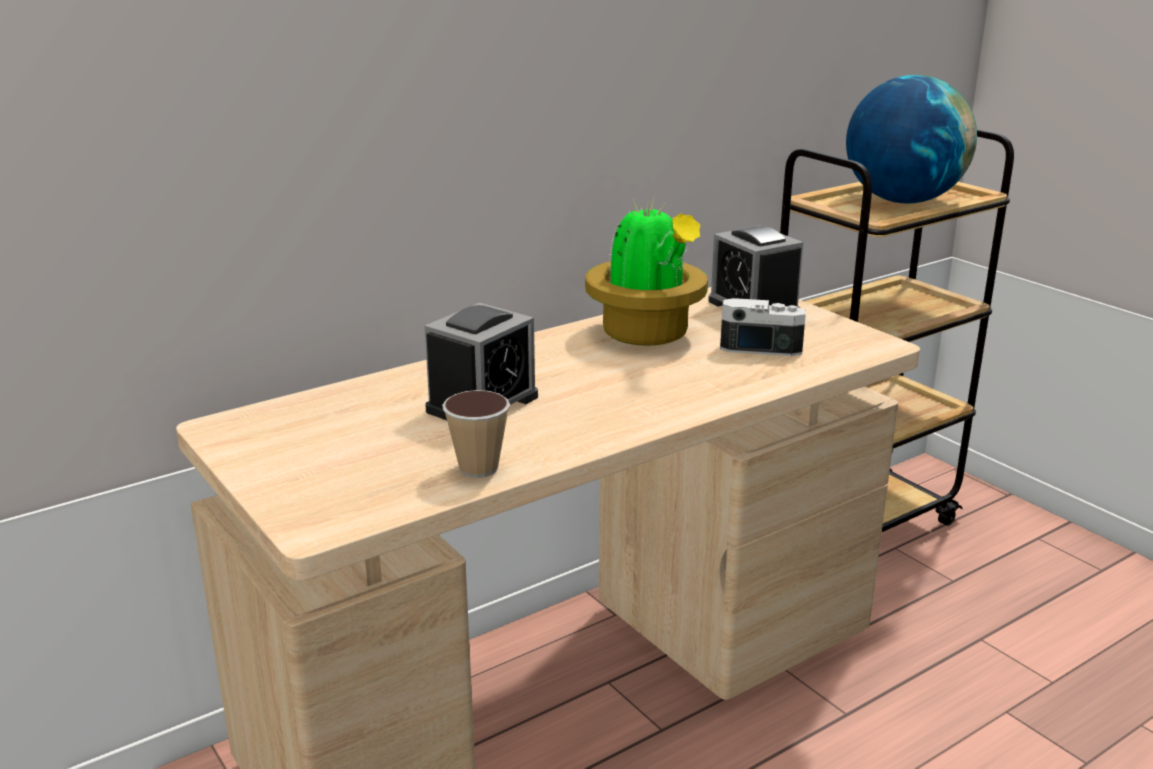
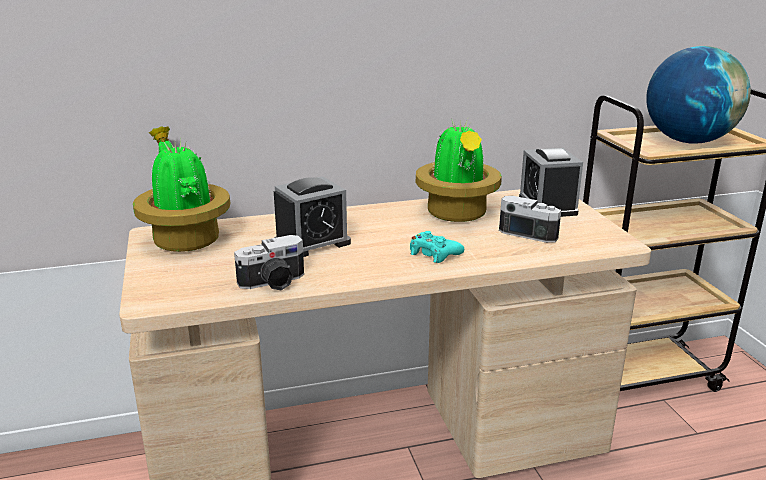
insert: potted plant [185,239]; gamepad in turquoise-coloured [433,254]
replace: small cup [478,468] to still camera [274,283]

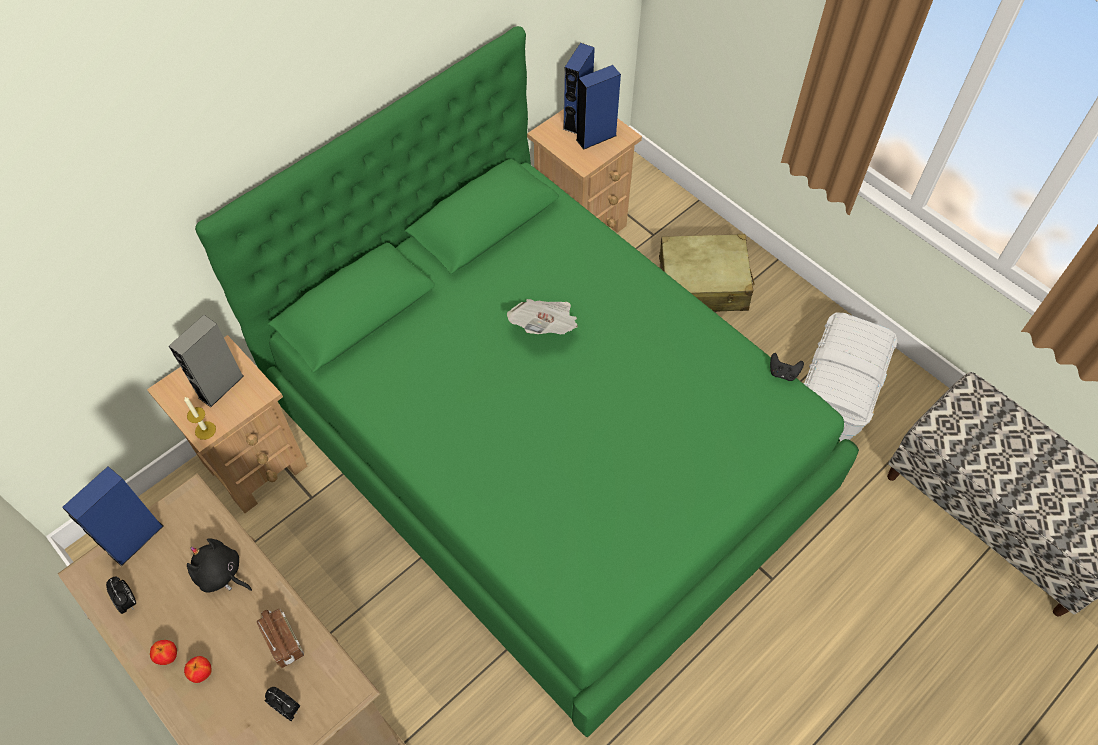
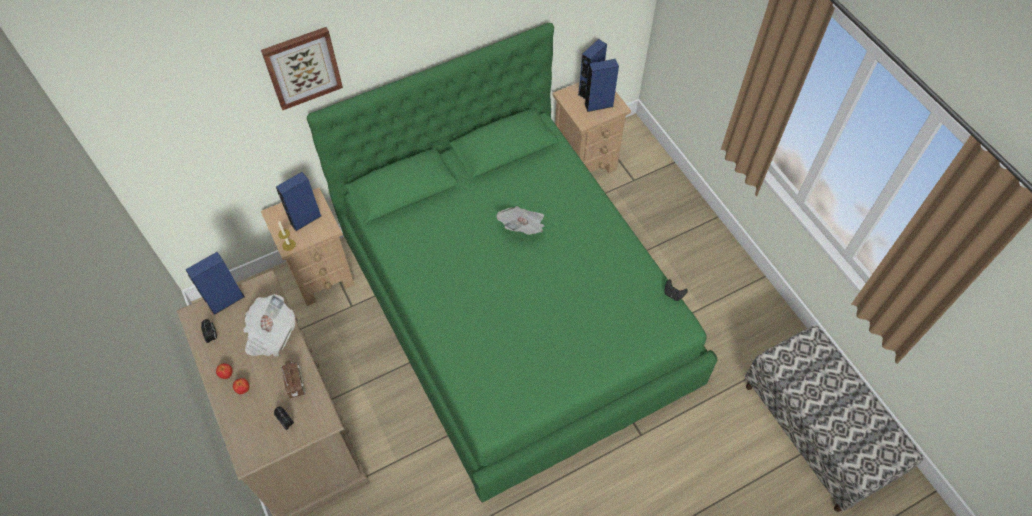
delete: travel case in beige-coloured [703,284]; storage container in white [836,391]
insert: picture [302,67]
replace: plush toy in black-coloured [221,574] to newspaper [270,334]
recolor: audio speaker in gray [221,386] to audio speaker in blue [305,219]

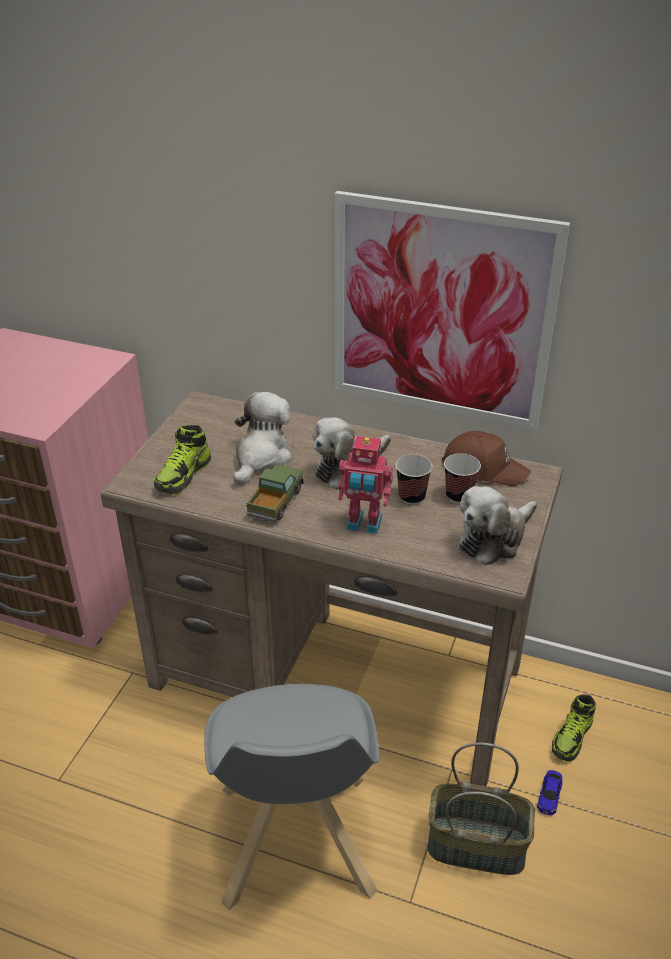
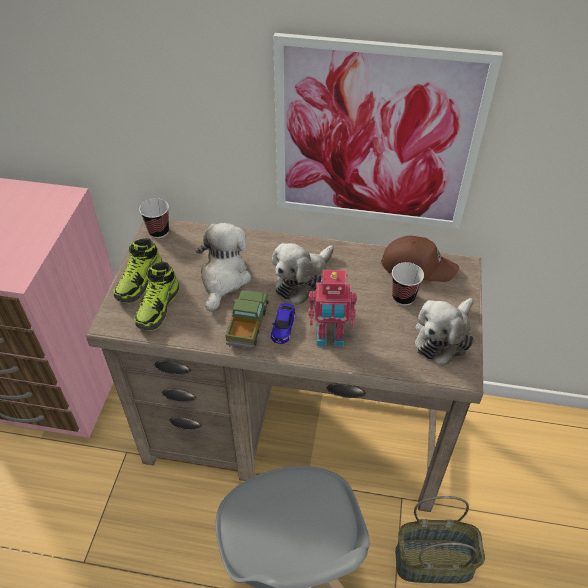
move: small cup [412,497] to [159,231]; miniature car [549,796] to [283,327]; low shoe [572,738] to [139,282]

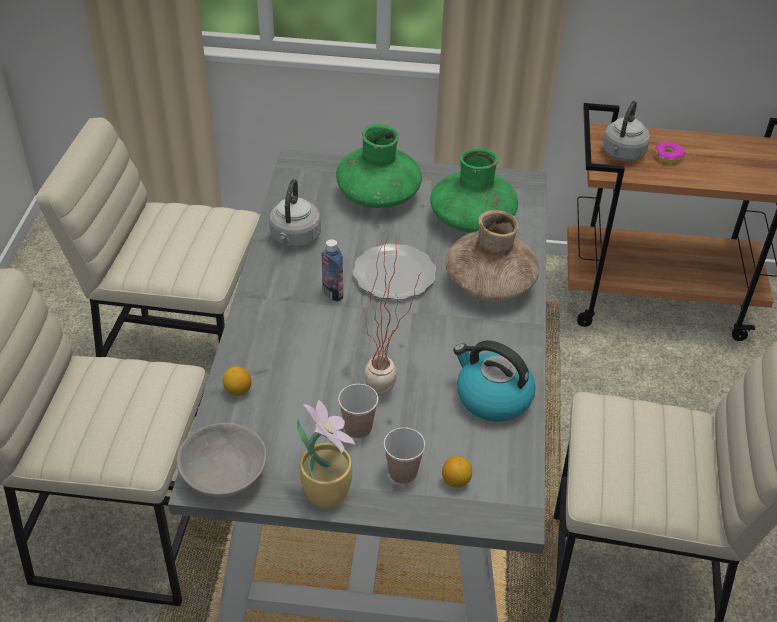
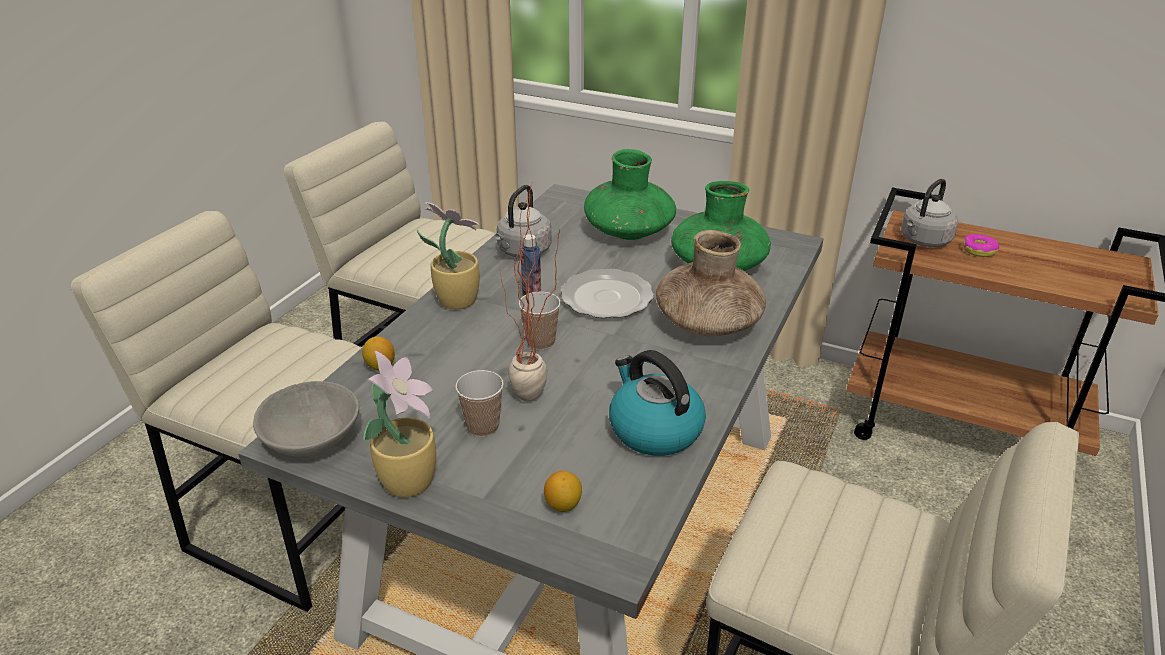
insert: potted plant [456,300]
move: small cup [403,473] to [540,342]

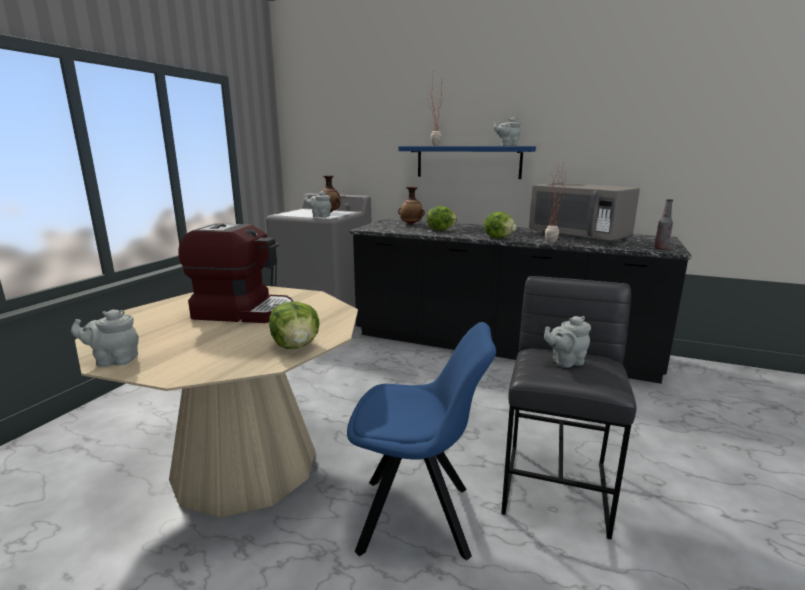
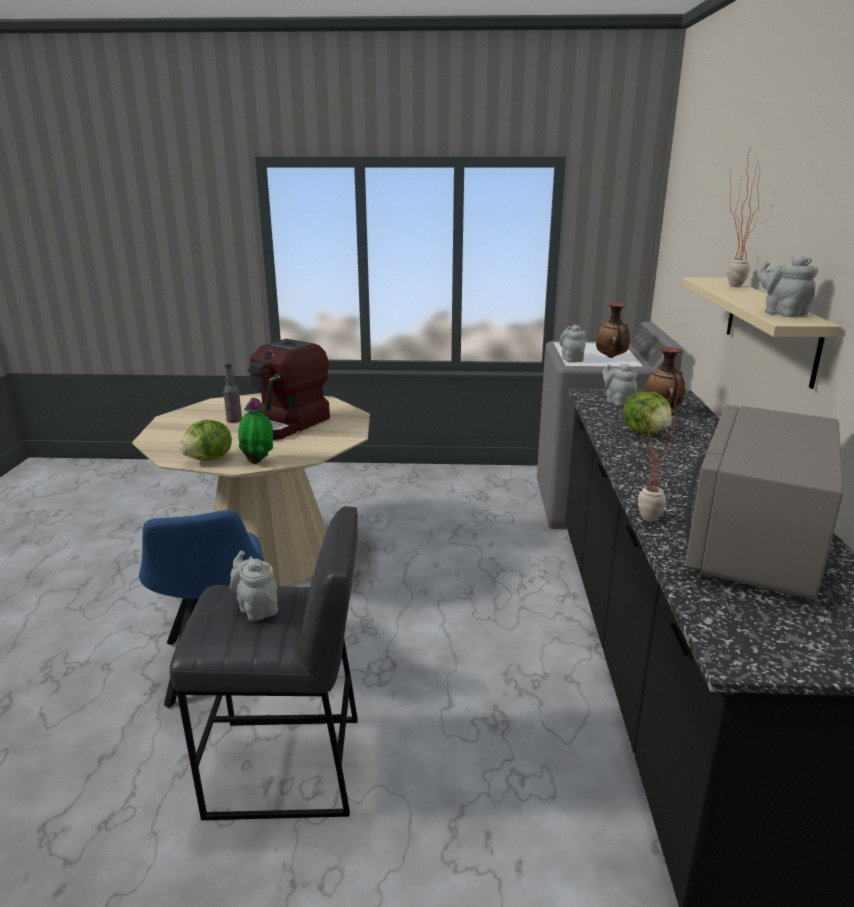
delete: lettuce head [499,238]
insert: potted plant [258,462]
move: teapot in gray [114,360] to [617,401]; bottle [661,248] to [234,421]
recolor: shelf in blue [468,162] to shelf in beige-coloured [770,328]
rotate: coffee brewer [244,312] = [286,425] 45 degrees clockwise

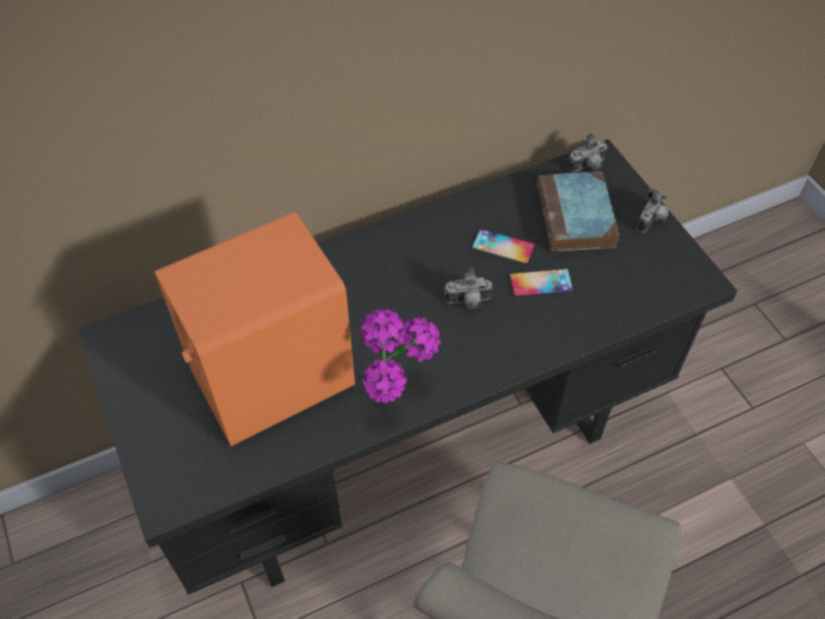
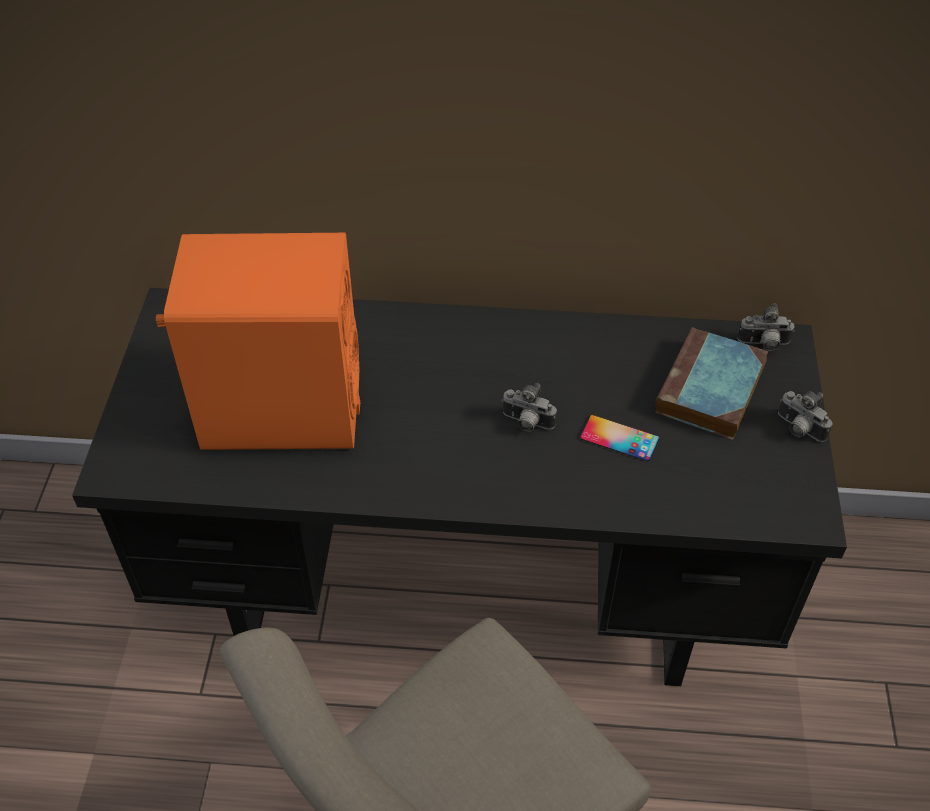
delete: potted plant [399,401]; telephone [503,247]
rotate: still camera [652,220] = [798,429] 75 degrees clockwise

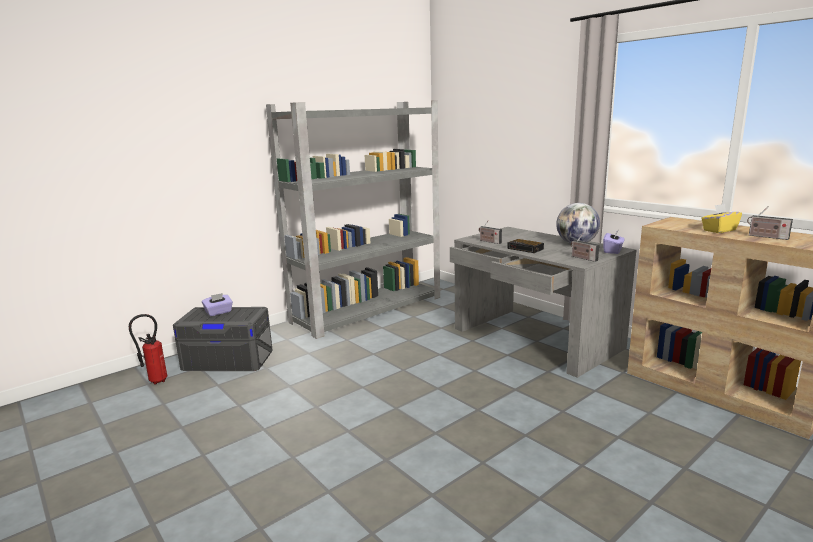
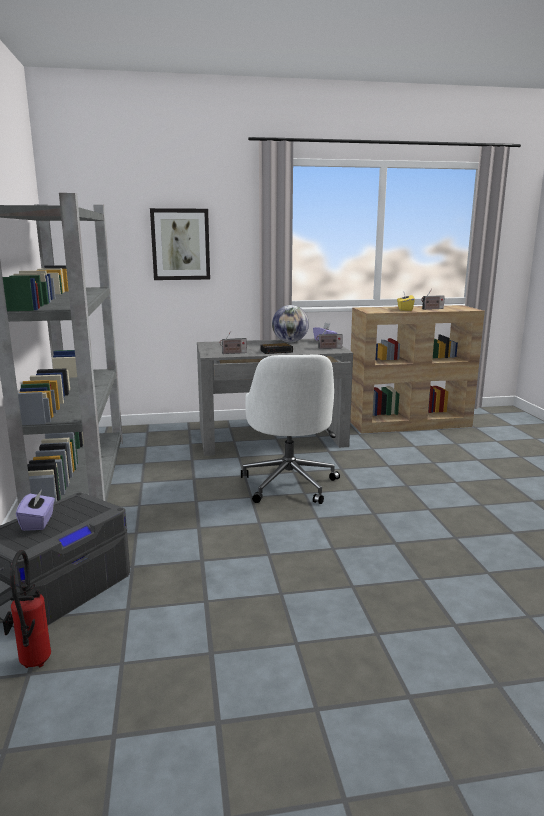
insert: picture [180,244]; computer chair in white [289,485]

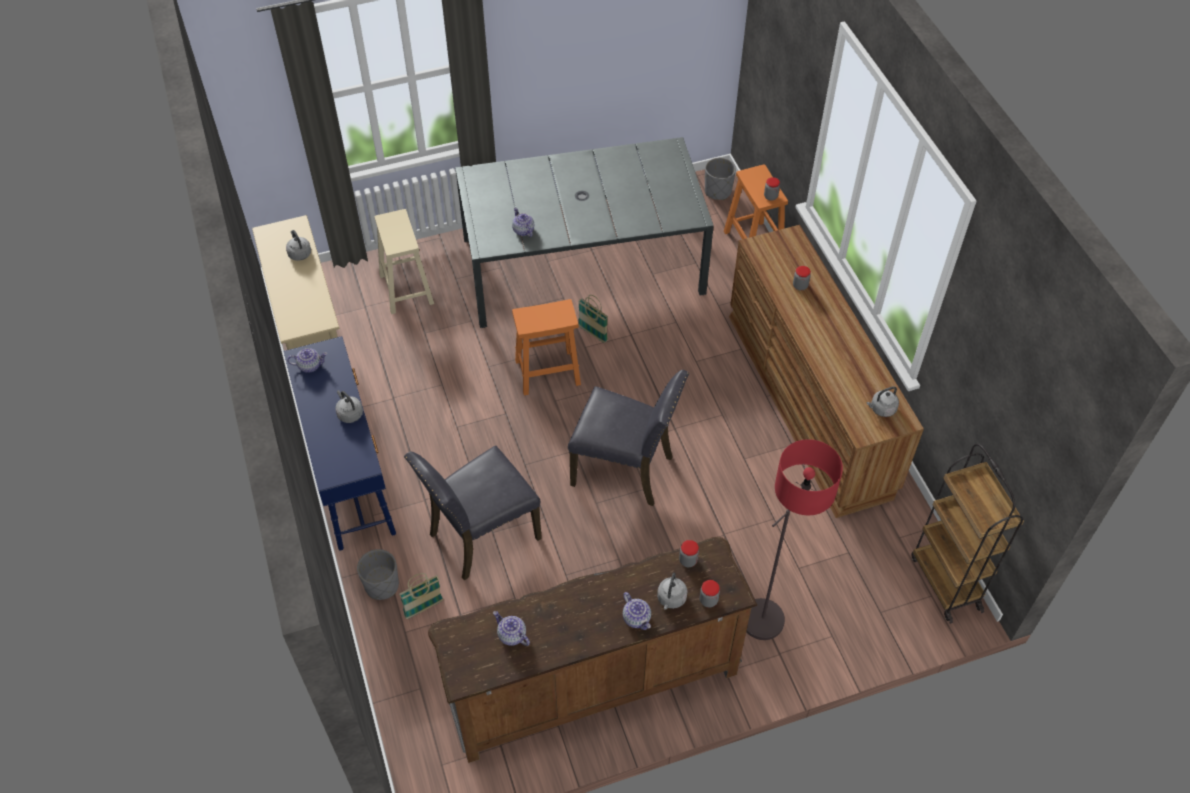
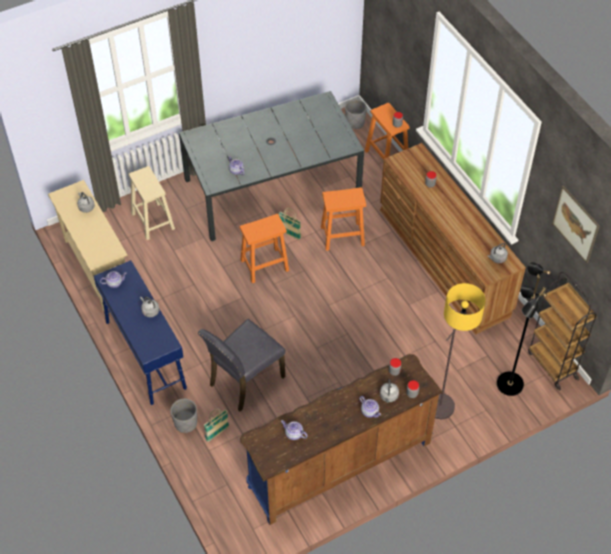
delete: upright chair in gray [625,469]
insert: sitting stool in orangey [341,236]; standing lamp in black-coloured [508,384]; picture [575,224]
recolor: cabinet in gray [592,682] to cabinet in blue [338,463]; standing lamp in red-coloured [771,611] to standing lamp in yellow-coloured [444,400]

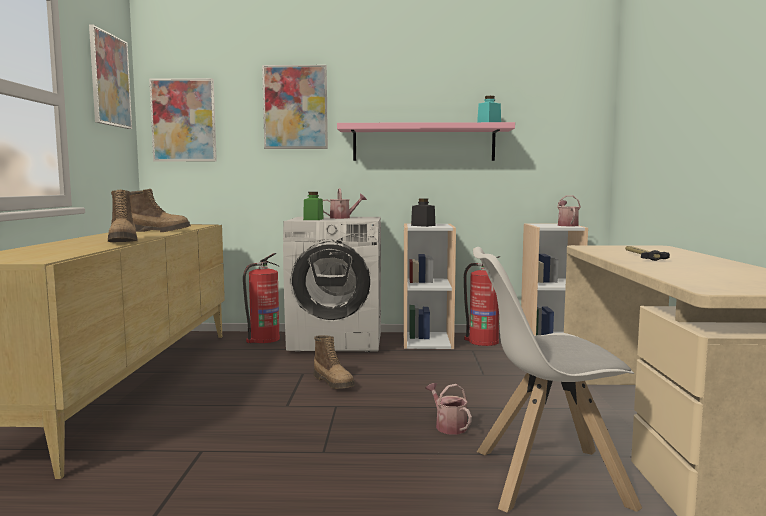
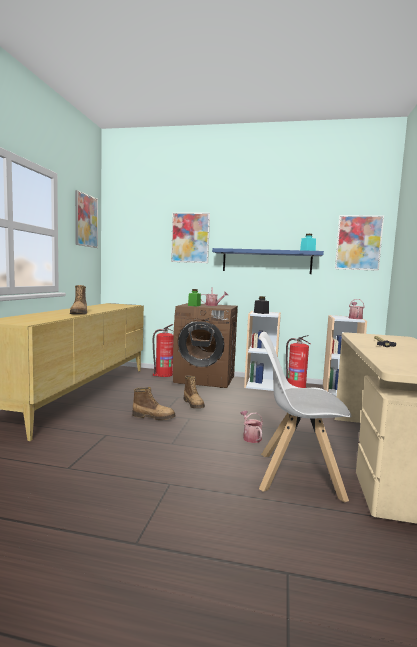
move: high-top boot [159,231] to [154,417]; picture [183,120] to [358,243]
recolor: laundry appliance in white [336,343] to laundry appliance in brown [205,380]; shelf in pink [423,143] to shelf in blue [266,261]

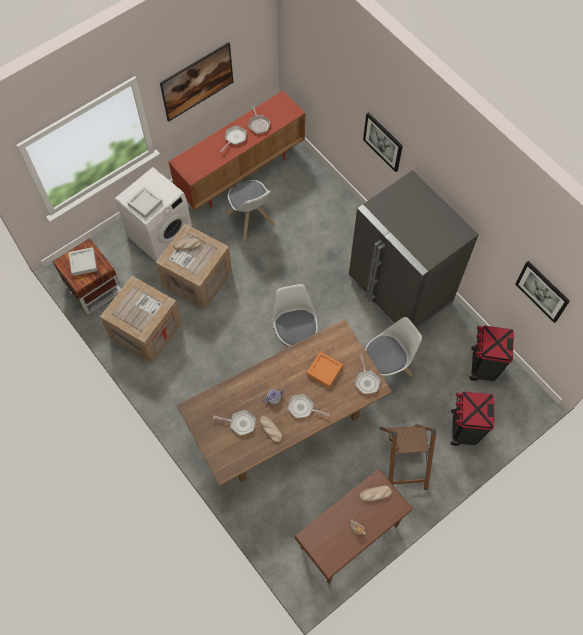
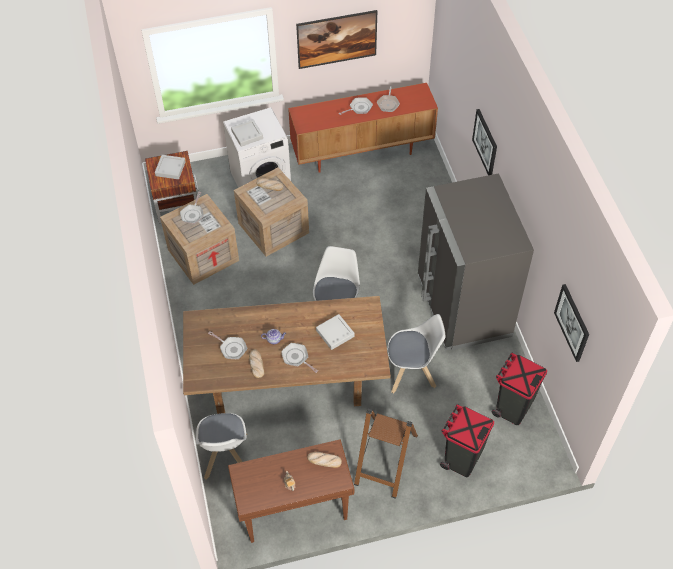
move: upright chair [251,219] to [225,457]; pan [366,381] to [193,214]
recolor: tray in orangey [324,370] to tray in gray [335,333]

